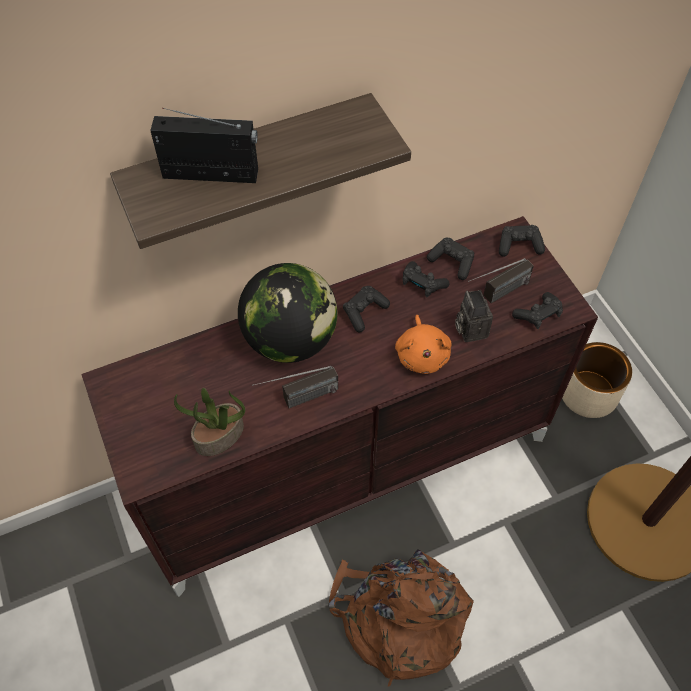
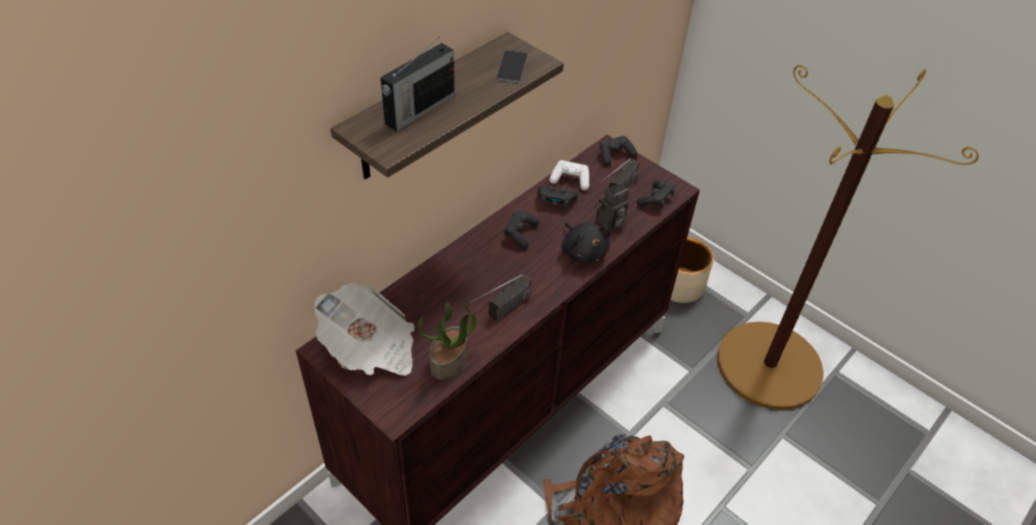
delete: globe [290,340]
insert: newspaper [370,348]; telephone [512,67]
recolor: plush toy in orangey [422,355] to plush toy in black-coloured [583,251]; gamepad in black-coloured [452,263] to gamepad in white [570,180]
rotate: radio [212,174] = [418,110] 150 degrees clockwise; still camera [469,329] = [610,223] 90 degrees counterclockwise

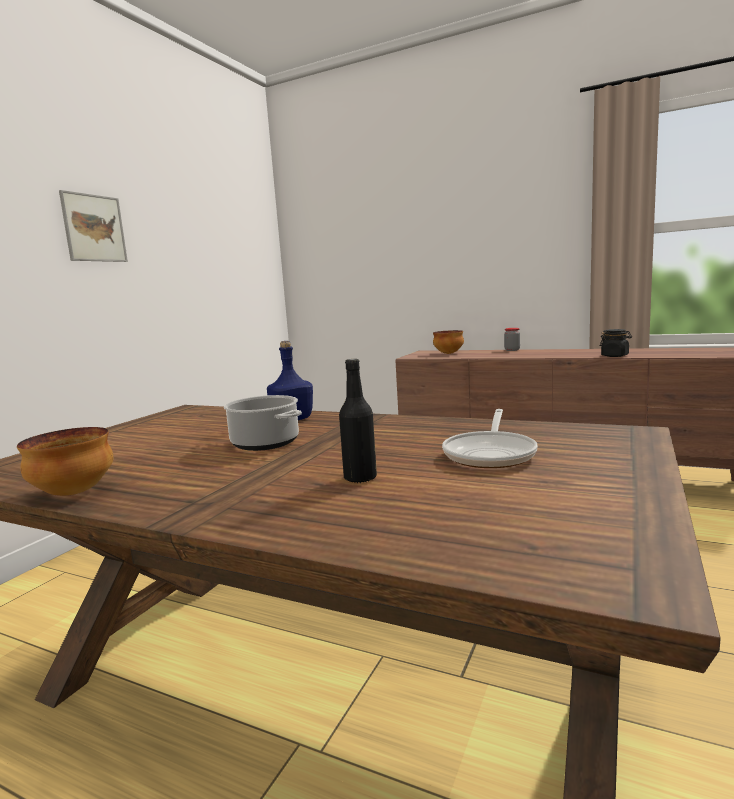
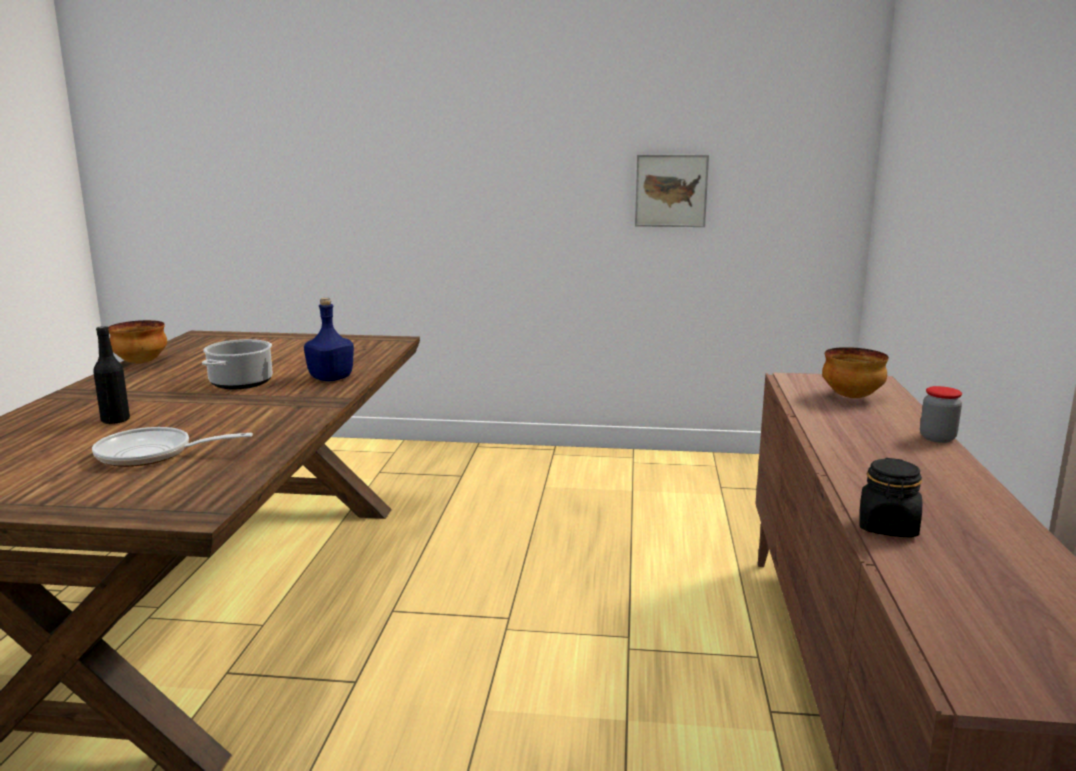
move: picture [94,228] to [671,191]

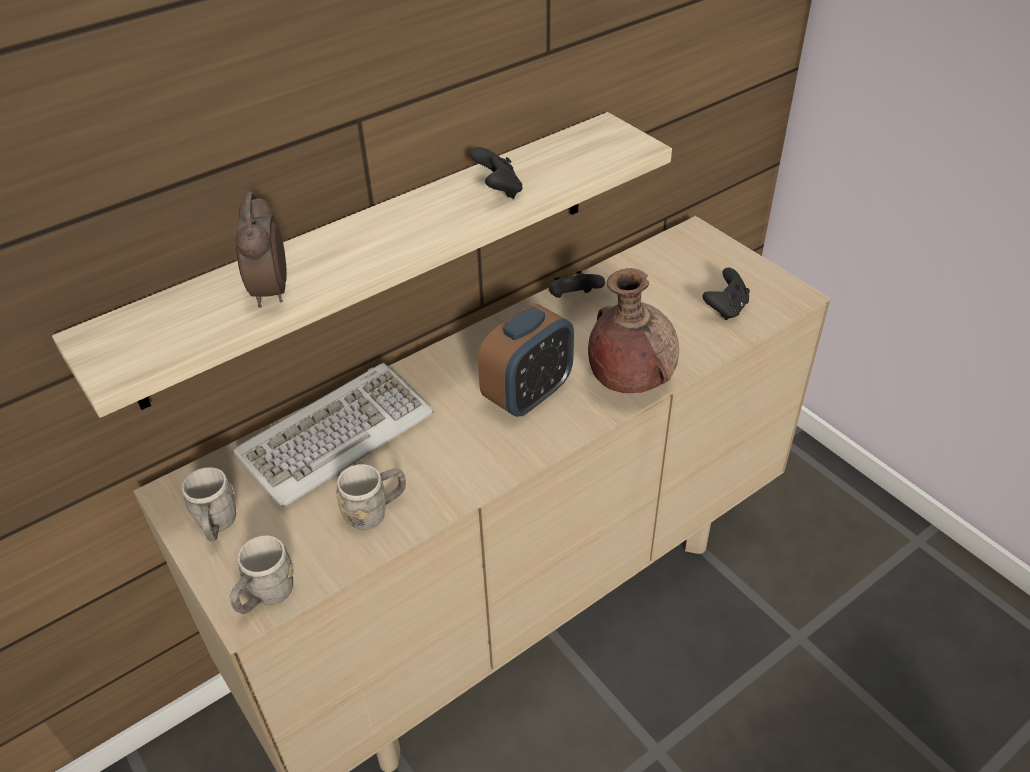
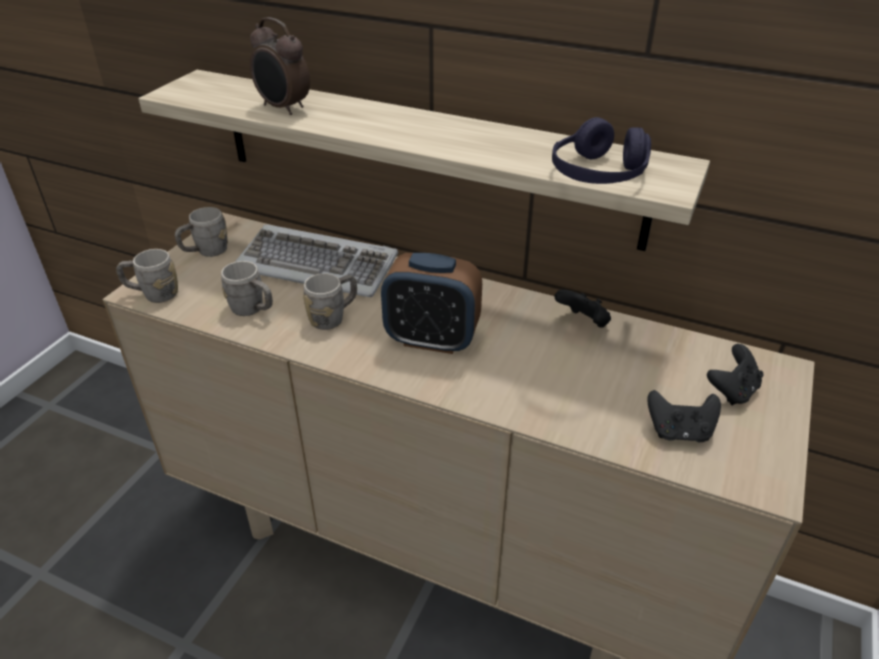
delete: vase in brown [629,381]
insert: tea mug in gray [333,317]; headset in purple [598,173]
move: gamepad in black-coloured [498,191] to [732,391]
rotate: bedside clock [269,292] = [283,108] 105 degrees counterclockwise

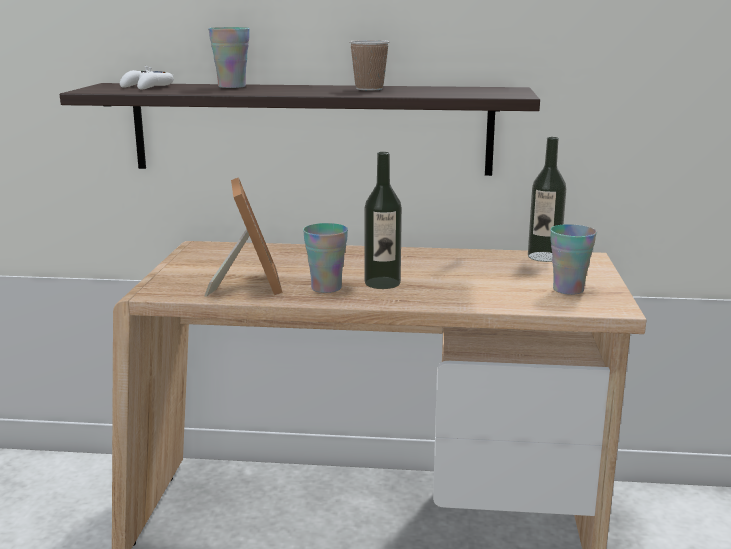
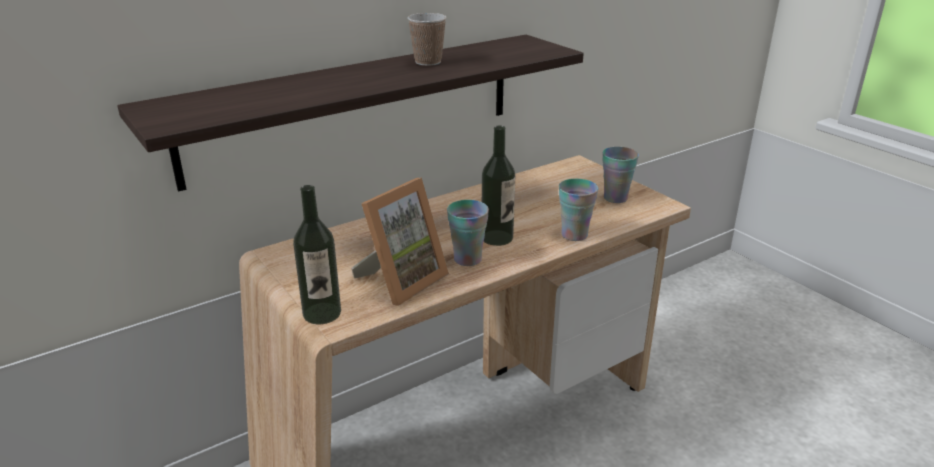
delete: gamepad in white [147,87]
move: small cup [232,86] to [574,235]; bottle [544,257] to [322,313]
rotate: picture frame [247,284] = [401,280] 90 degrees clockwise

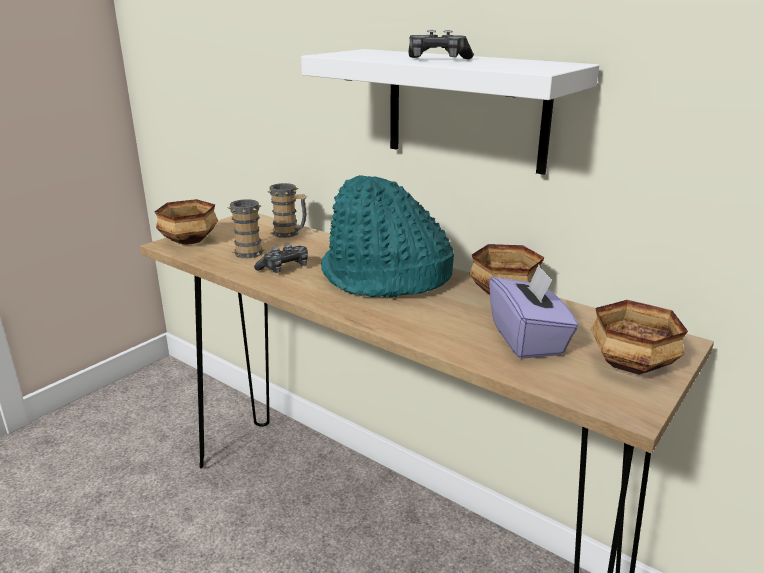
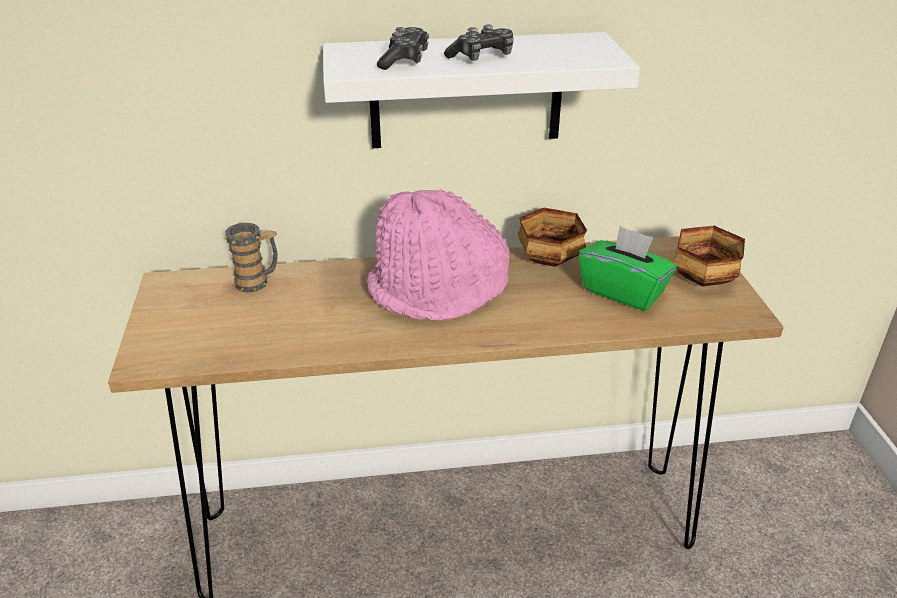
delete: serving bowl [189,241]; tea mug [249,251]
move: gamepad [285,268] to [404,60]
recolor: hat in turquoise-coloured [384,278] to hat in pink [439,289]; tissue holder in purple [528,339] to tissue holder in green-coloured [623,291]

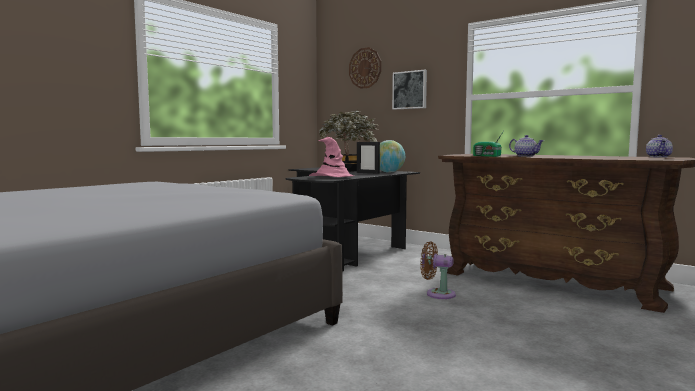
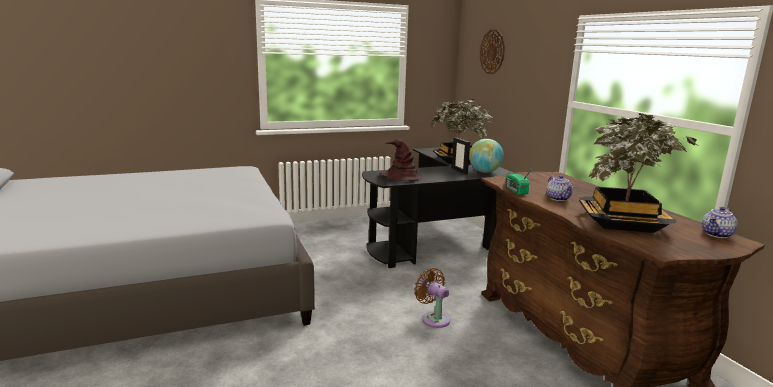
delete: picture [410,90]
insert: potted plant [622,223]
recolor: hat in pink [331,177] to hat in brown [400,177]

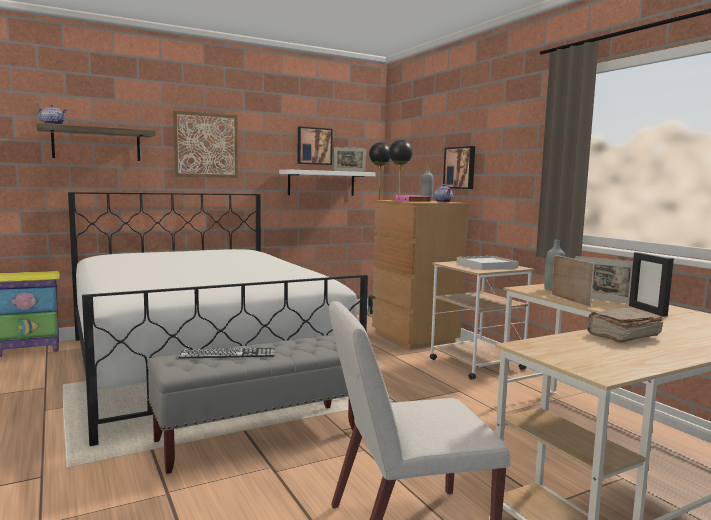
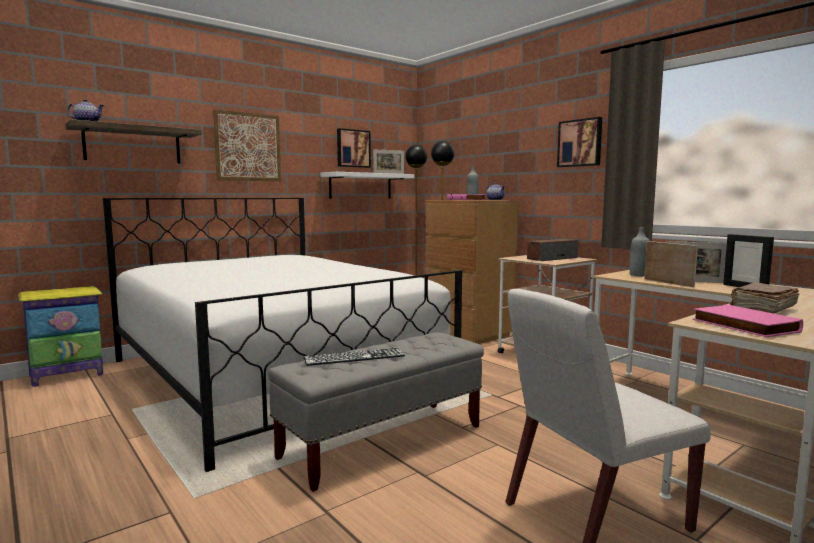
insert: bound book in pink [742,326]
move: picture [460,168] to [580,143]
replace: tray in white [486,265] to audio speaker [552,258]

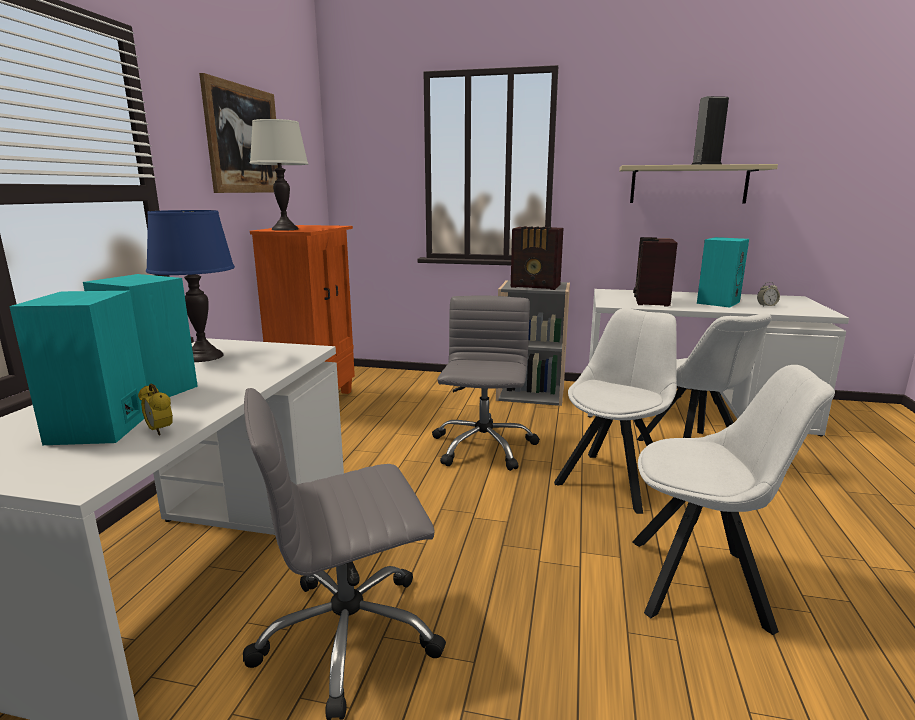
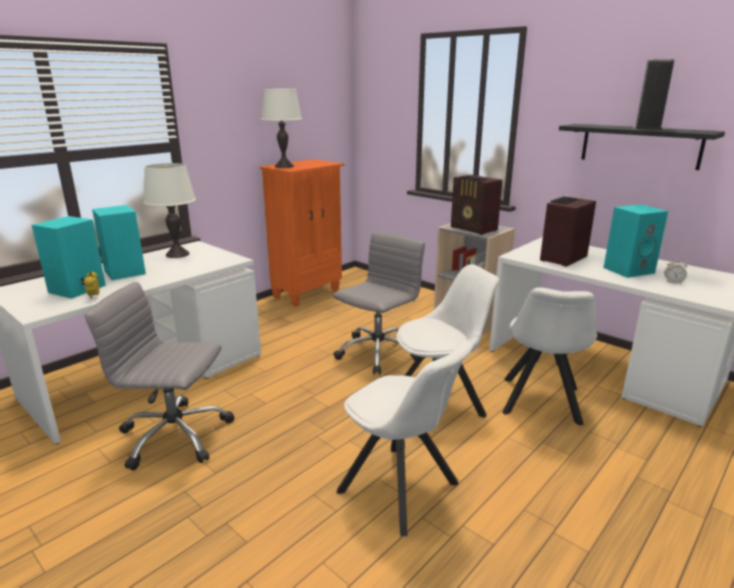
delete: picture [244,140]
recolor: table lamp in blue [204,356] to table lamp in white [177,254]; shelf in beige-coloured [688,184] to shelf in black-coloured [640,146]

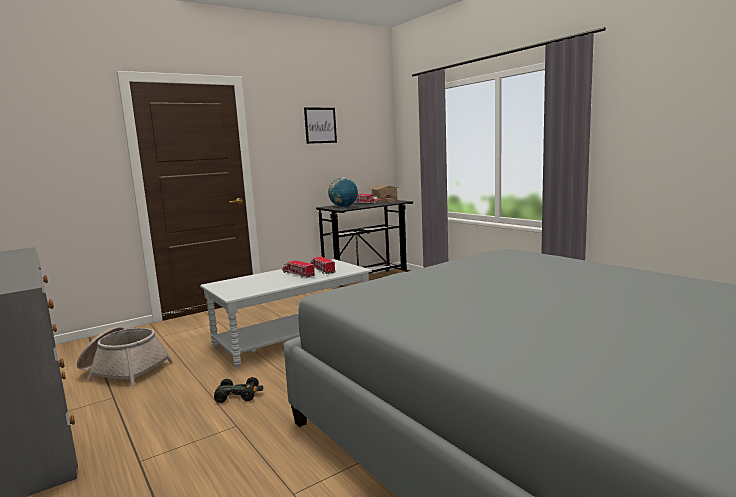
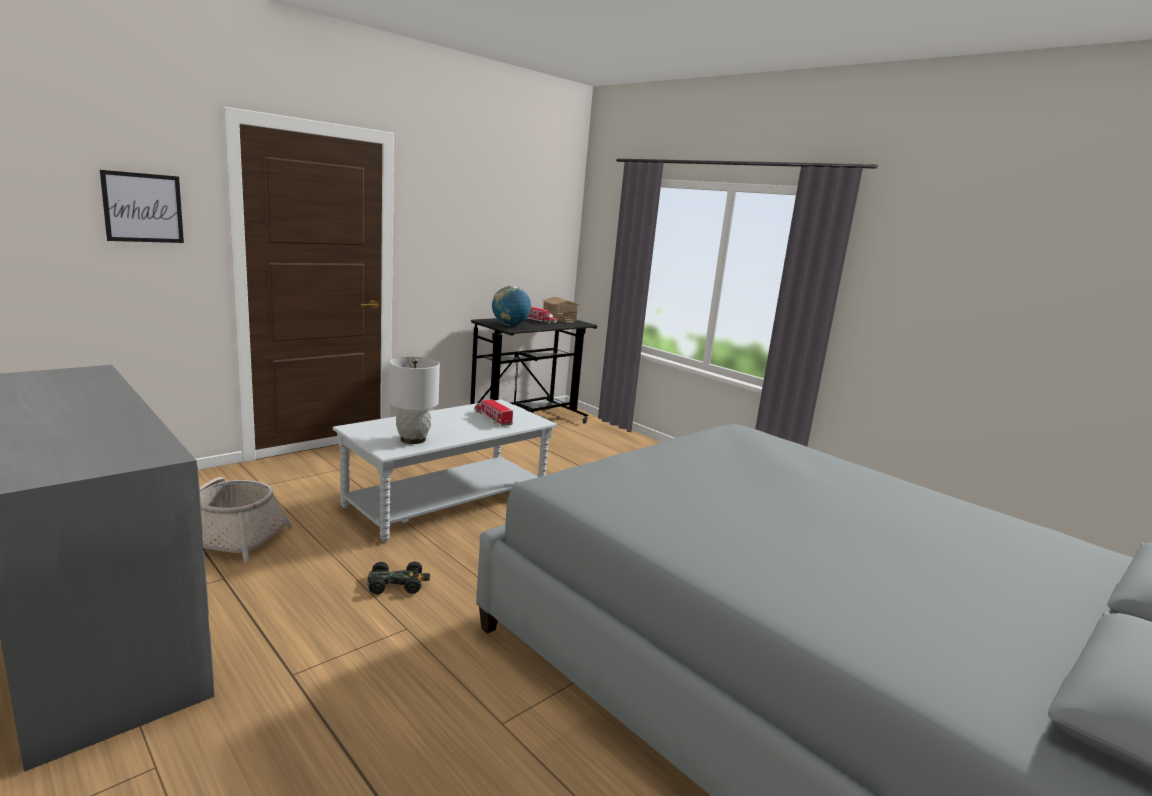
delete: toy lorry [298,274]
insert: table lamp in white [413,439]
move: picture [320,125] to [143,207]

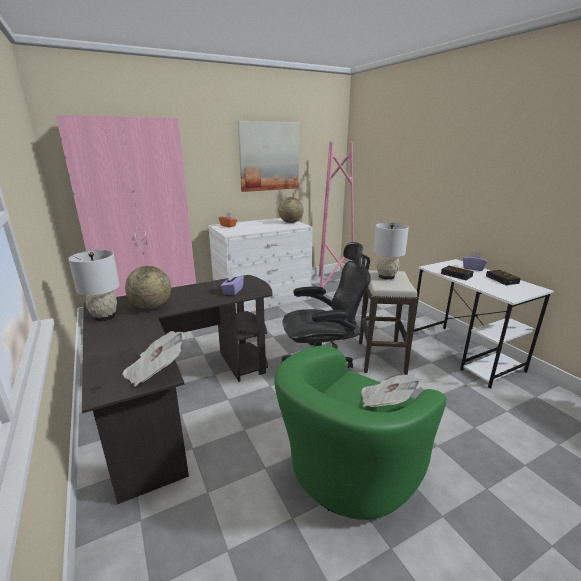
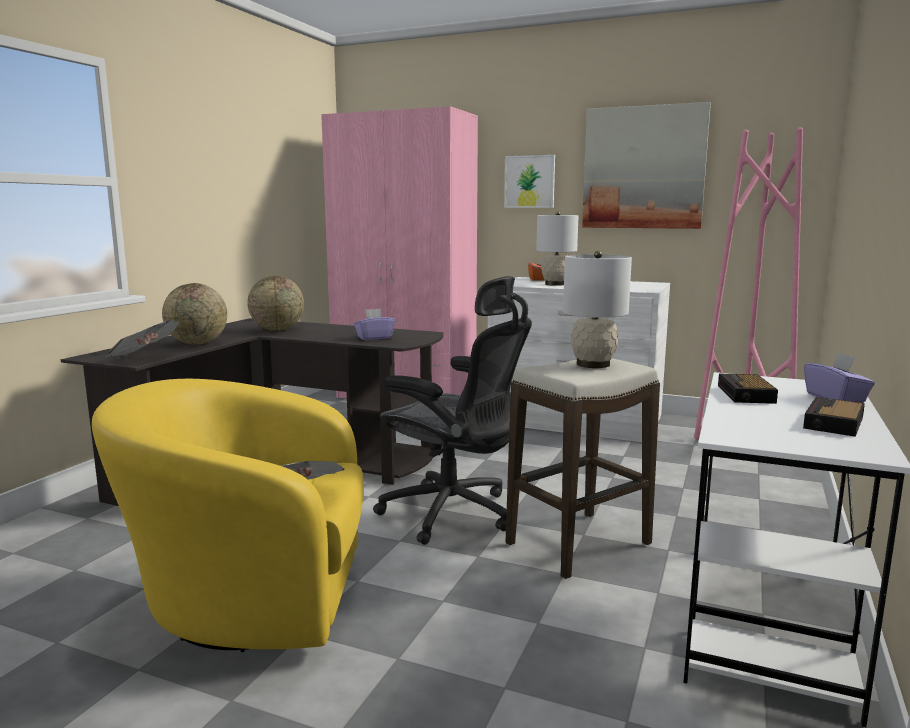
insert: picture [529,181]
move: table lamp in white [105,316] to [555,284]; globe [290,222] to [197,343]
recolor: easy chair in green-coloured [349,473] to easy chair in yellow-coloured [251,600]

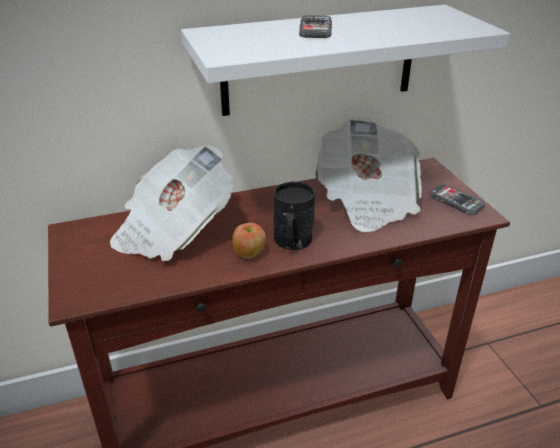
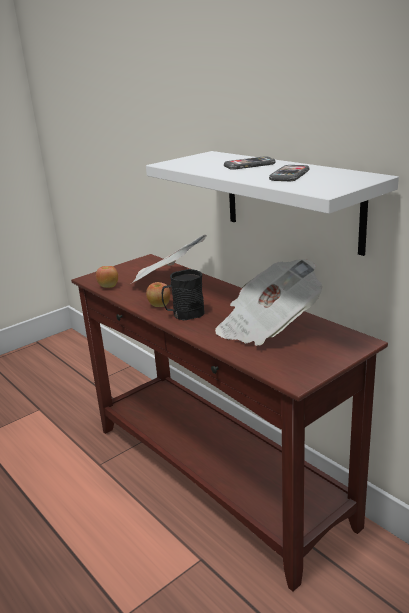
insert: apple [108,286]
move: telephone [456,201] to [289,175]

